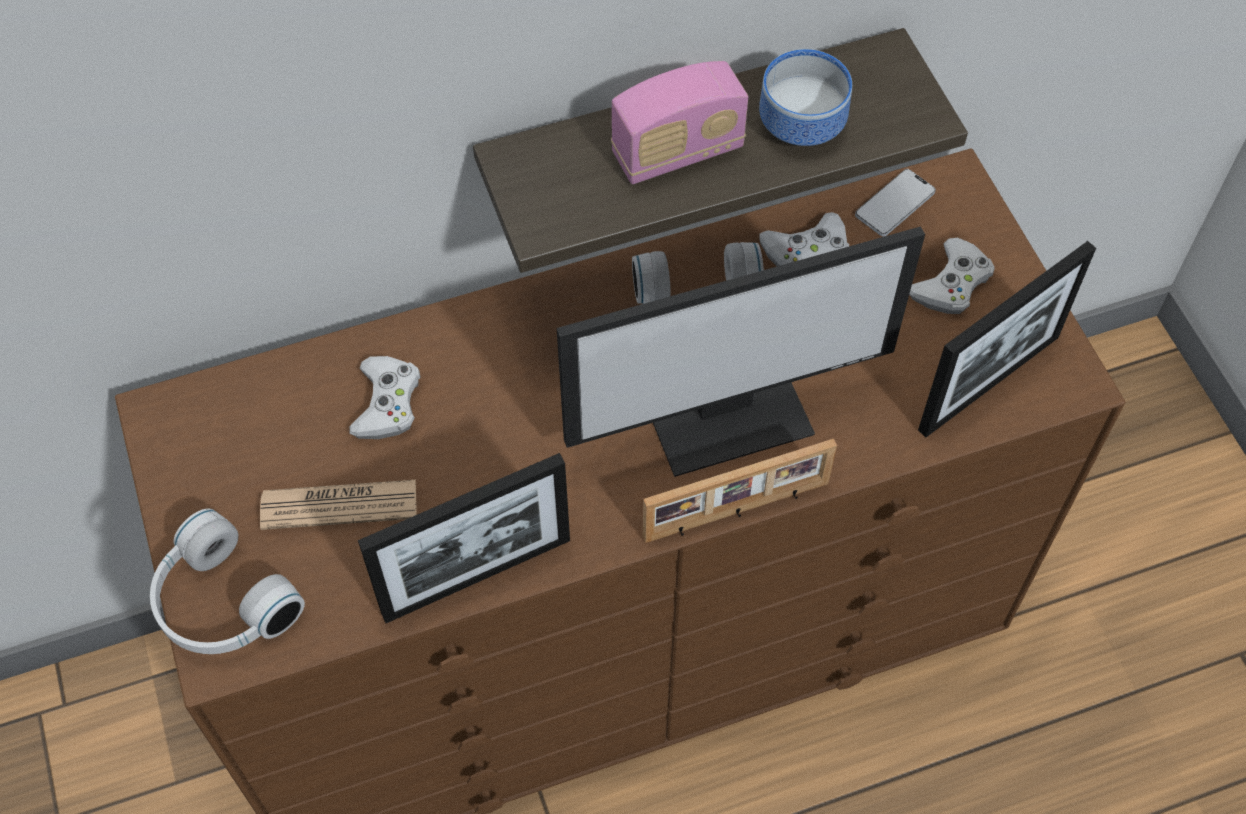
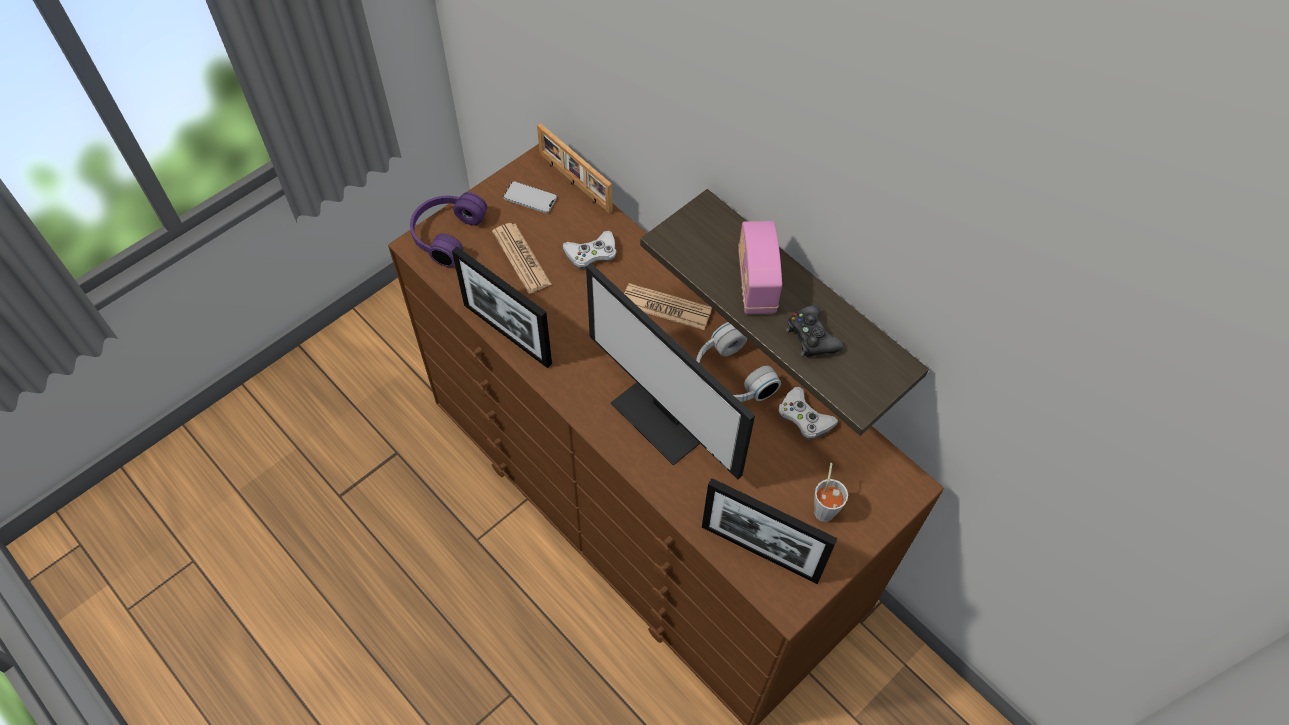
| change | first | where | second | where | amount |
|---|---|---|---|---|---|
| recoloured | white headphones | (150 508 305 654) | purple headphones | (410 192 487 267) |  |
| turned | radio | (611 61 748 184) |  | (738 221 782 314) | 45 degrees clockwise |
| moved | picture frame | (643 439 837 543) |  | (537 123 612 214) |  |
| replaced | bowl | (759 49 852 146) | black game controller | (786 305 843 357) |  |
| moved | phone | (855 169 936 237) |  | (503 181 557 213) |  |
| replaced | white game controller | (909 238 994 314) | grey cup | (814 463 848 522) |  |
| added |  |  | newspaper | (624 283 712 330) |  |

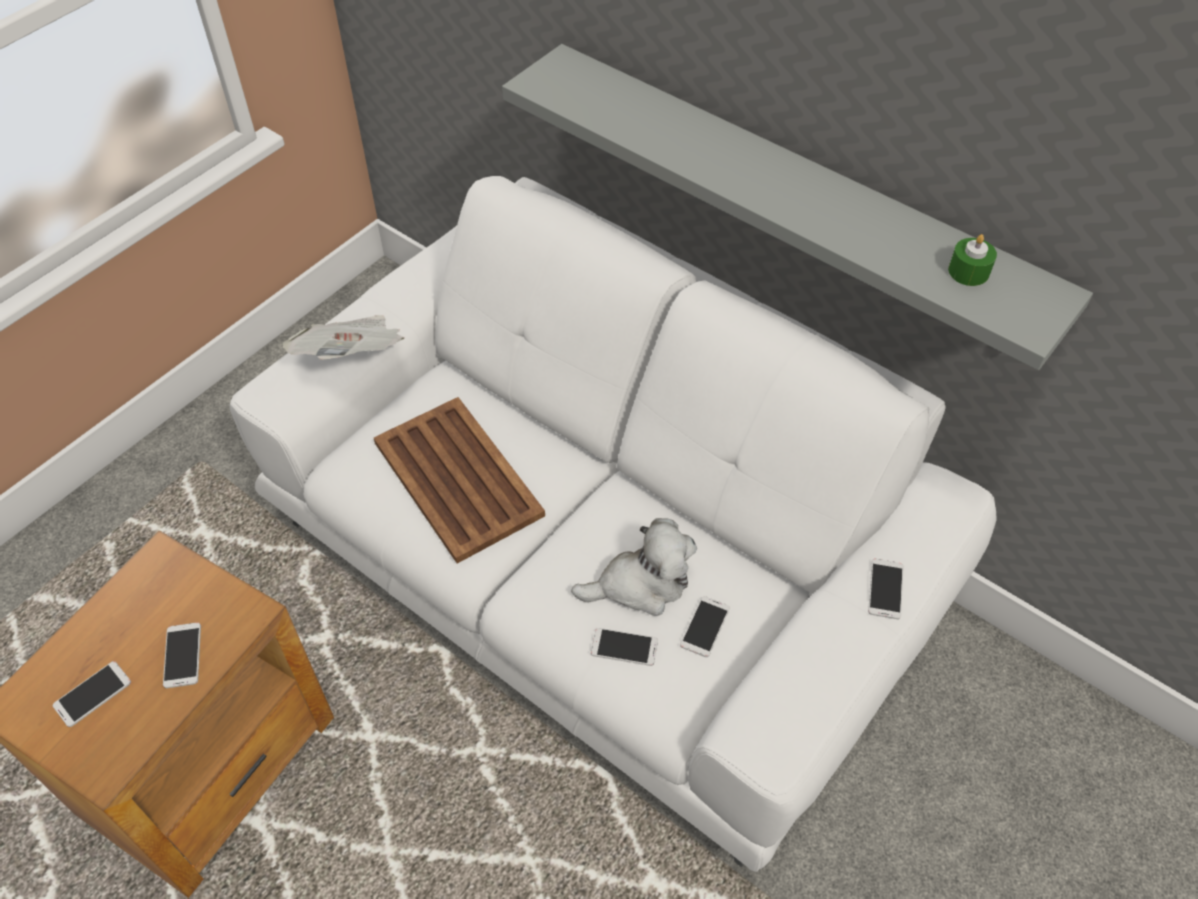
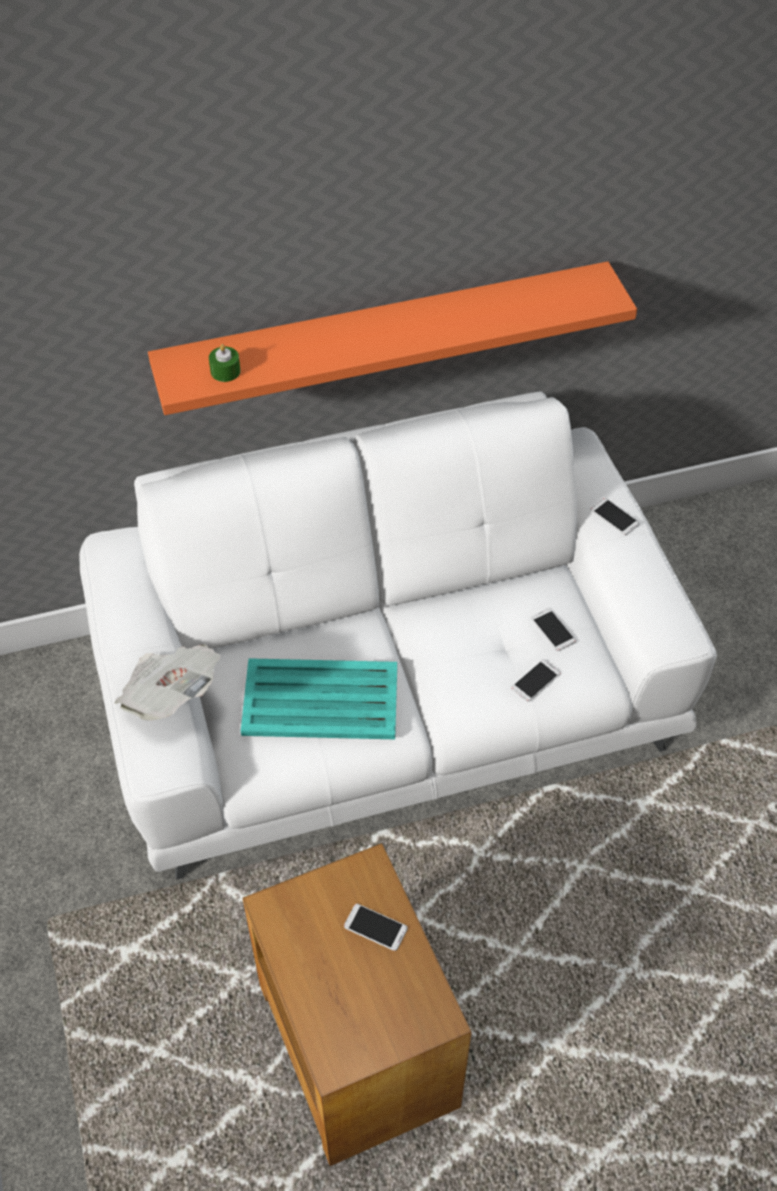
| change | first | where | second | where | amount |
|---|---|---|---|---|---|
| removed | phone | (53 661 131 727) |  |  |  |
| recoloured | brown tray | (374 397 545 563) | turquoise tray | (241 658 397 739) |  |
| recoloured | grey shelf | (502 44 1093 370) | orange shelf | (148 261 637 415) |  |
| removed | plush toy | (571 518 697 616) |  |  |  |
| moved | green candle | (948 234 997 286) |  | (209 344 241 382) |  |

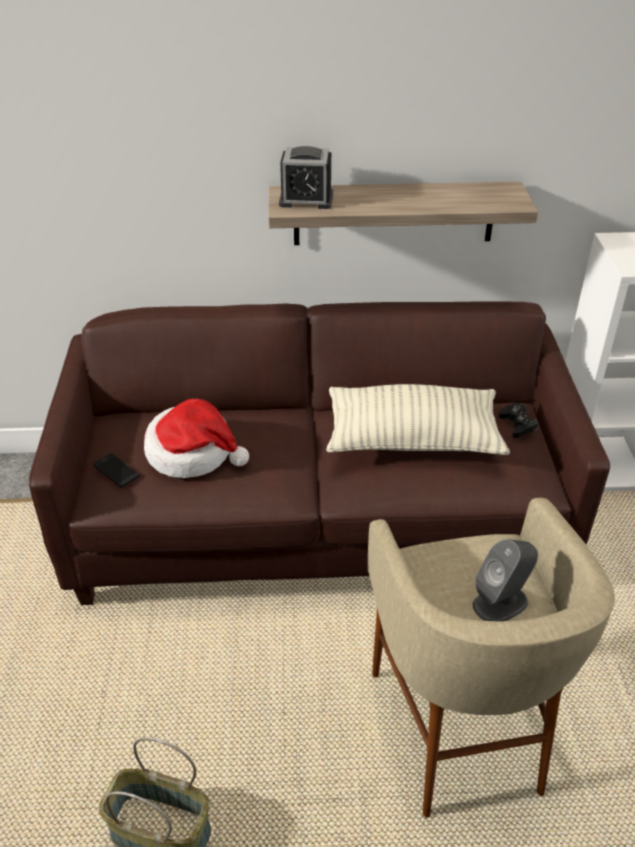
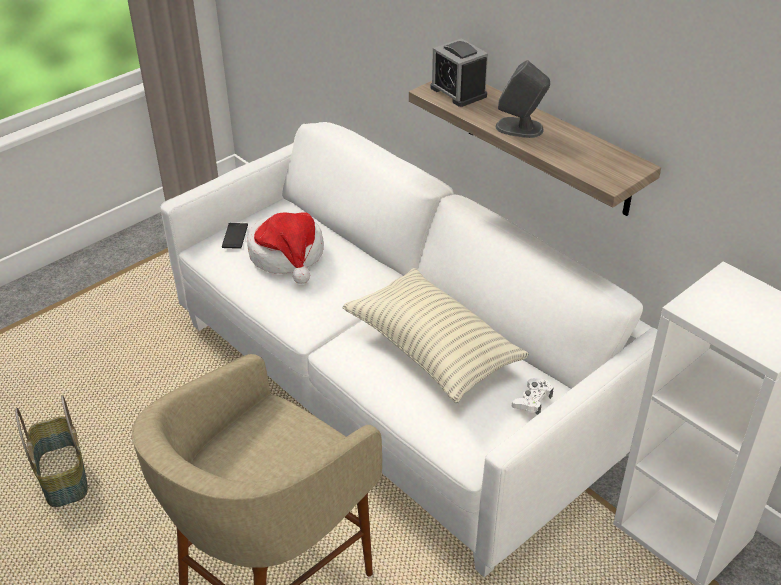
| change | first | where | second | where | amount |
|---|---|---|---|---|---|
| recoloured | brown sofa | (29 301 610 605) | white sofa | (160 122 657 577) |  |
| moved | grey speaker | (472 539 538 621) |  | (496 60 550 138) |  |
| recoloured | black game controller | (499 403 538 438) | white game controller | (512 378 553 415) |  |

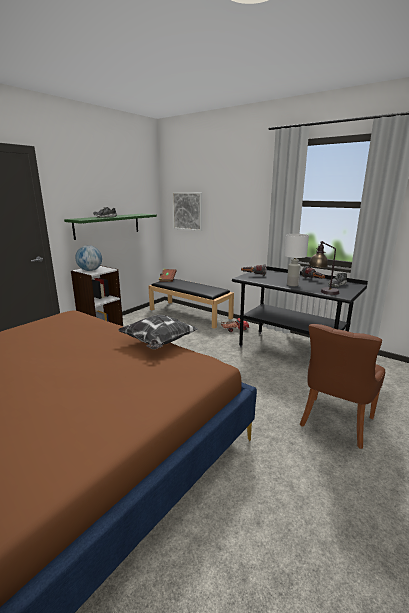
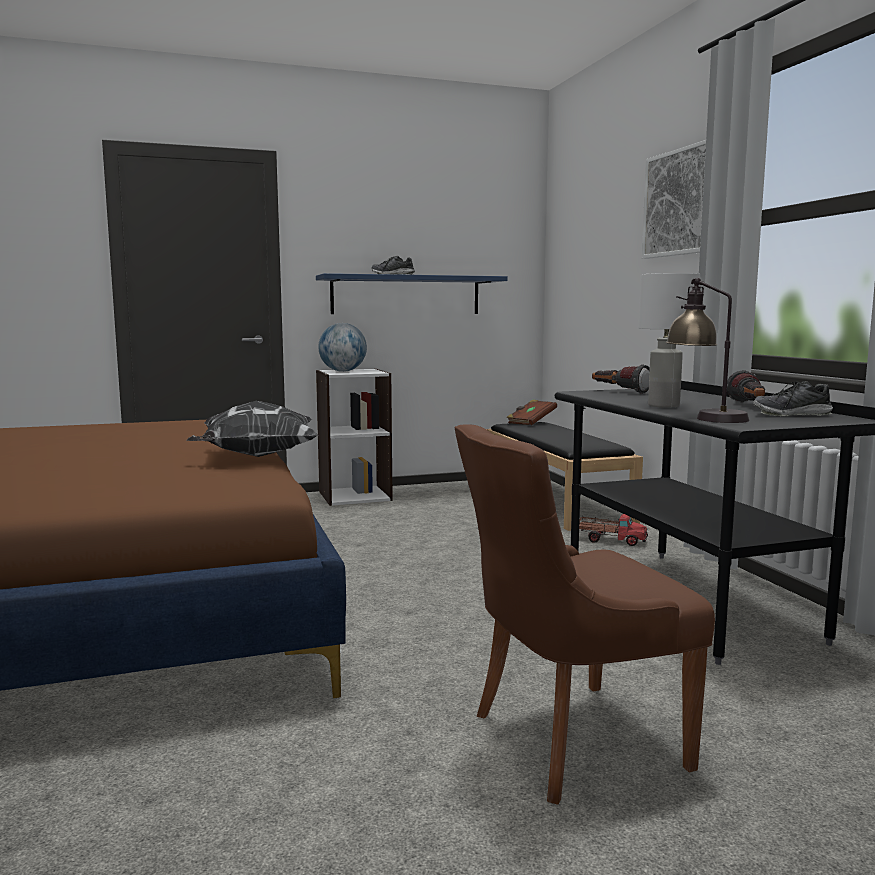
| change | first | where | second | where | amount |
|---|---|---|---|---|---|
| recoloured | green shelf | (64 214 157 240) | blue shelf | (316 273 508 314) |  |
| moved | picture | (172 192 202 231) |  | (642 140 706 259) |  |

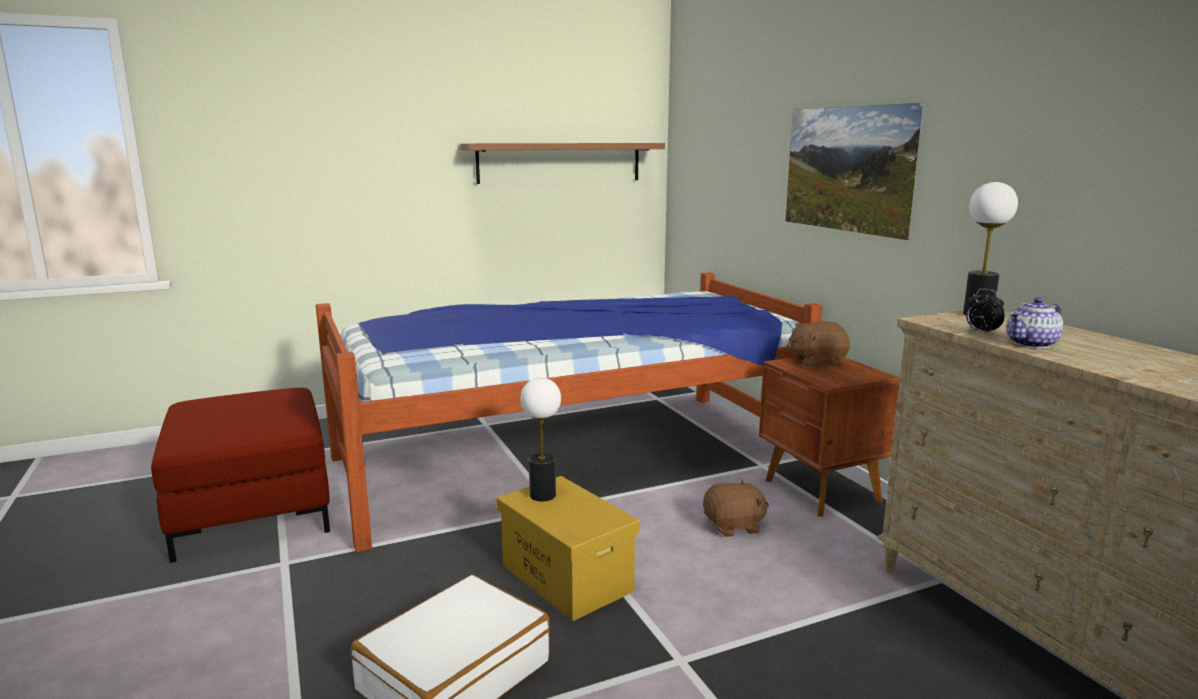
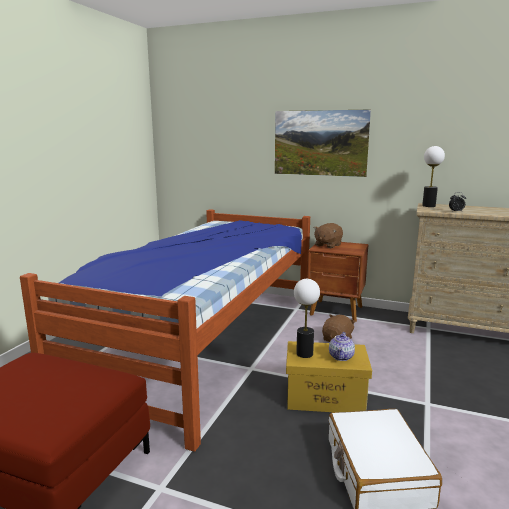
| change | first | where | second | where | amount |
|---|---|---|---|---|---|
| removed | brown shelf | (460 143 665 184) |  |  |  |
| moved | teapot | (1007 298 1063 349) |  | (329 332 355 361) |  |

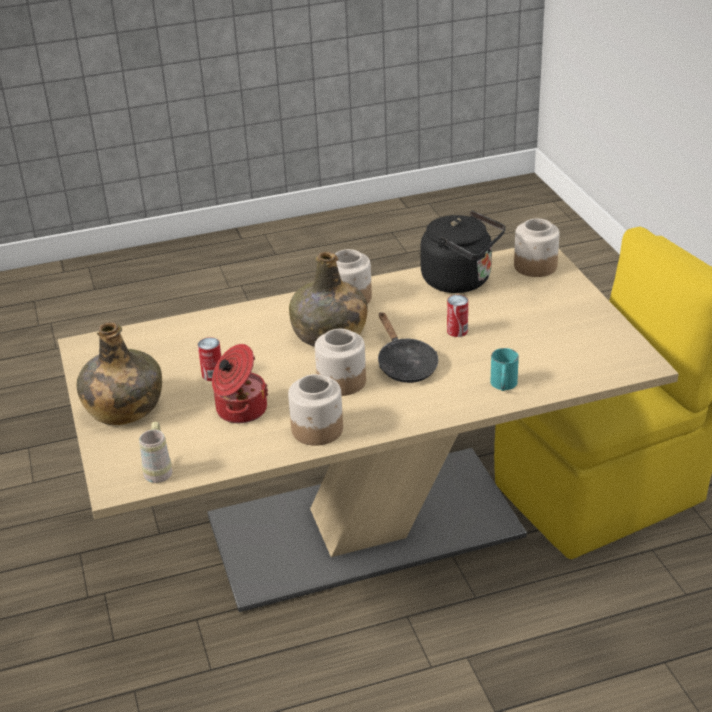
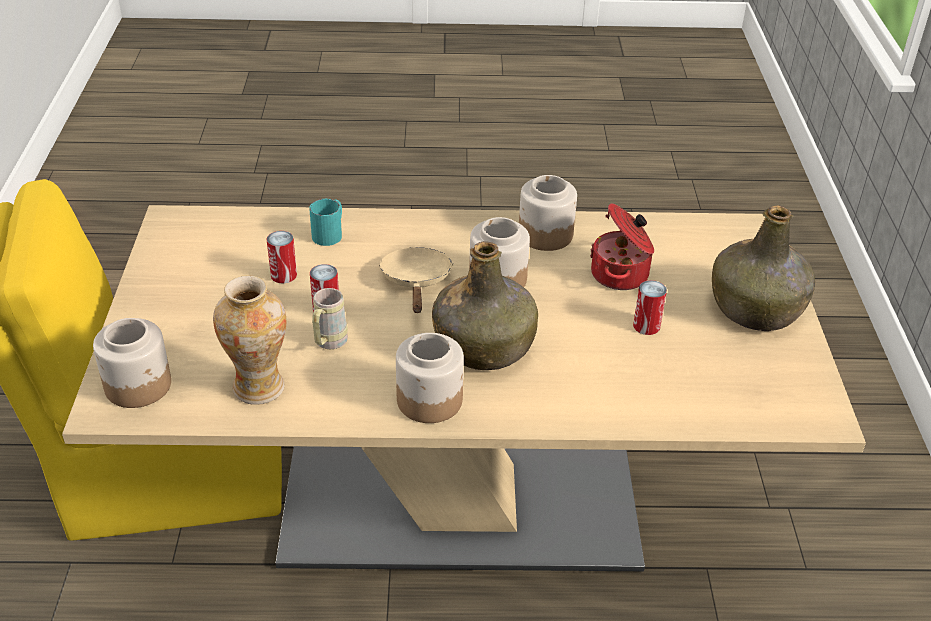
| change | first | where | second | where | amount |
|---|---|---|---|---|---|
| moved | beige mug | (139 421 172 483) |  | (312 288 348 349) |  |
| recoloured | black frying pan | (378 312 438 383) | beige frying pan | (378 247 453 313) |  |
| replaced | black kettle | (420 211 506 293) | vase | (213 275 286 405) |  |
| added |  |  | can | (267 231 297 283) |  |

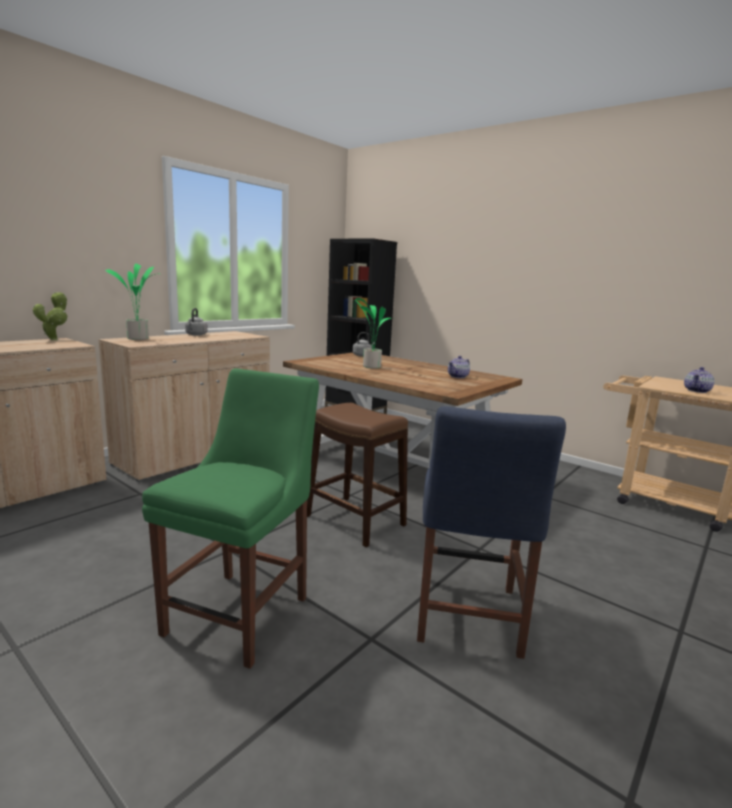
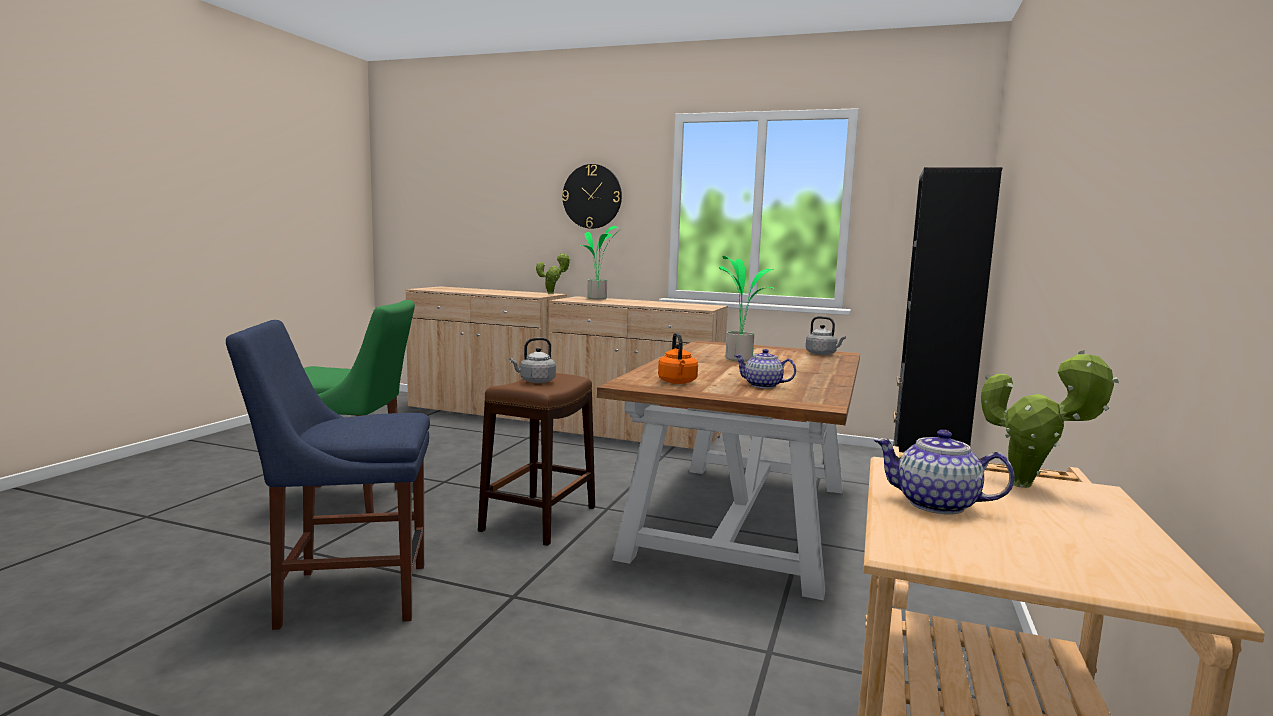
| change | first | where | second | where | amount |
|---|---|---|---|---|---|
| moved | grey kettle | (185 308 208 336) |  | (510 338 556 383) |  |
| added |  |  | wall clock | (562 164 622 229) |  |
| added |  |  | orange kettle | (658 332 698 384) |  |
| added |  |  | potted plant | (981 350 1119 488) |  |

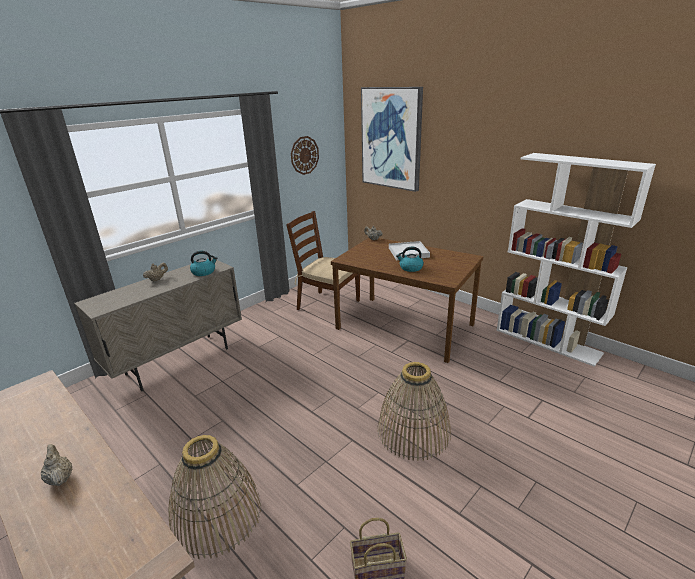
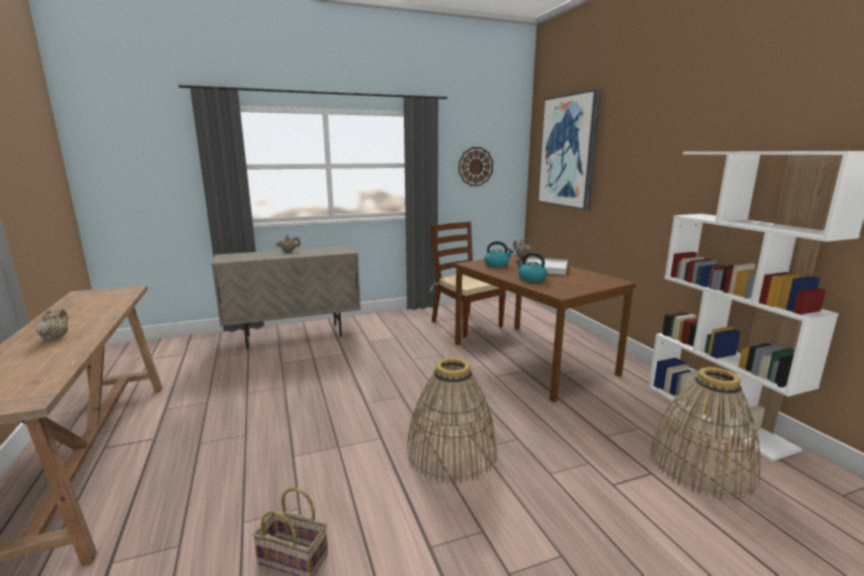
| change | first | where | second | where | amount |
|---|---|---|---|---|---|
| moved | basket | (169 435 261 559) |  | (650 367 761 499) |  |
| moved | kettle | (190 251 218 276) |  | (484 241 514 267) |  |

